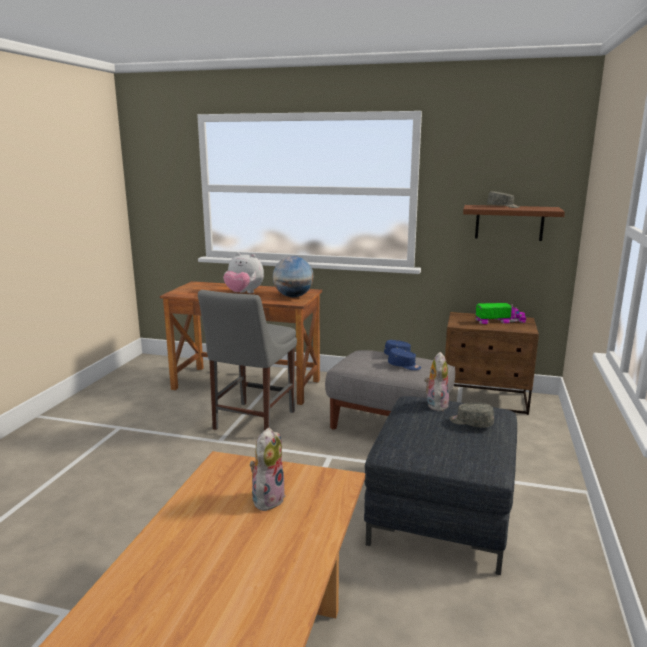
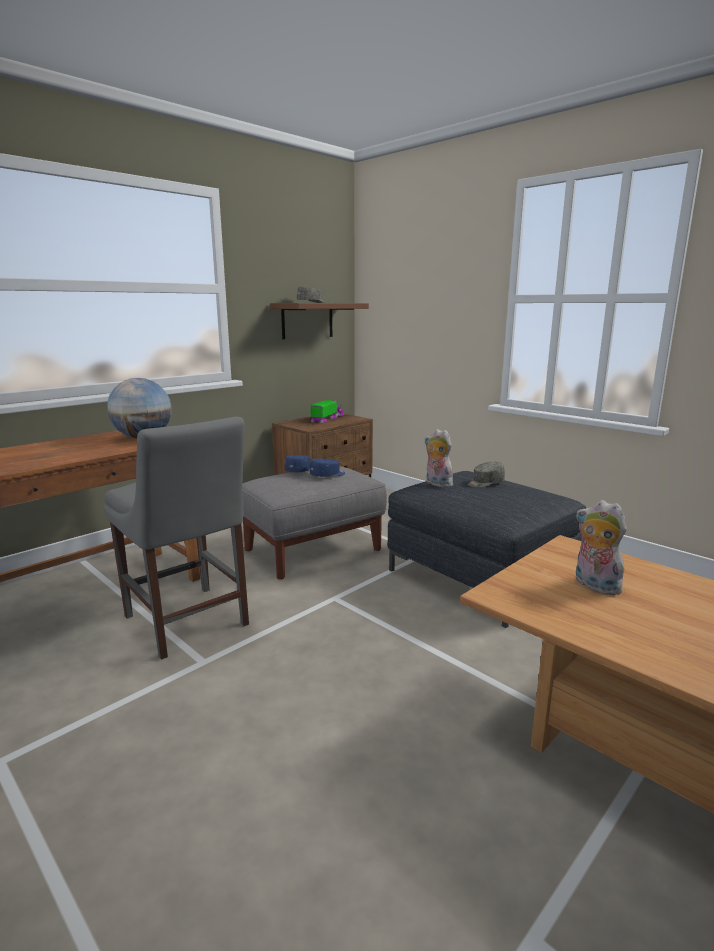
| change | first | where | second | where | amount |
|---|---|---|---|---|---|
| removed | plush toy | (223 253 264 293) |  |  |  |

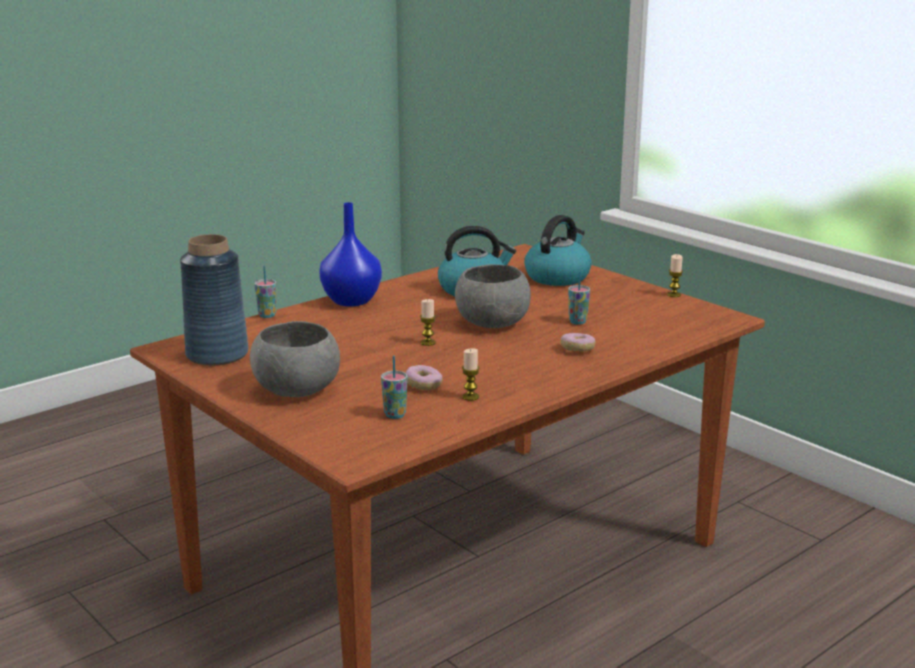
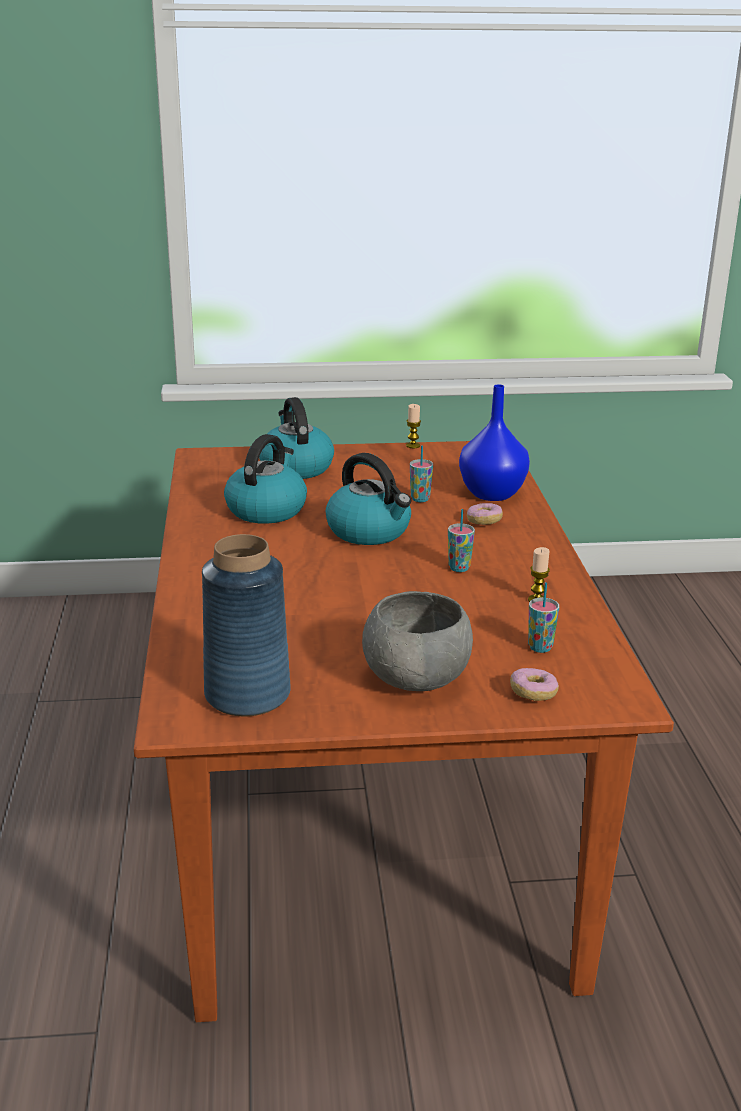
| change | first | where | second | where | amount |
|---|---|---|---|---|---|
| moved | cup | (254 266 276 318) |  | (448 509 475 572) |  |
| moved | blue vase | (319 202 382 307) |  | (459 384 530 501) |  |
| moved | donut | (405 365 443 390) |  | (510 668 559 701) |  |
| removed | candle | (420 299 436 346) |  |  |  |
| replaced | grey bowl | (455 264 531 328) | kettle | (326 453 411 545) |  |

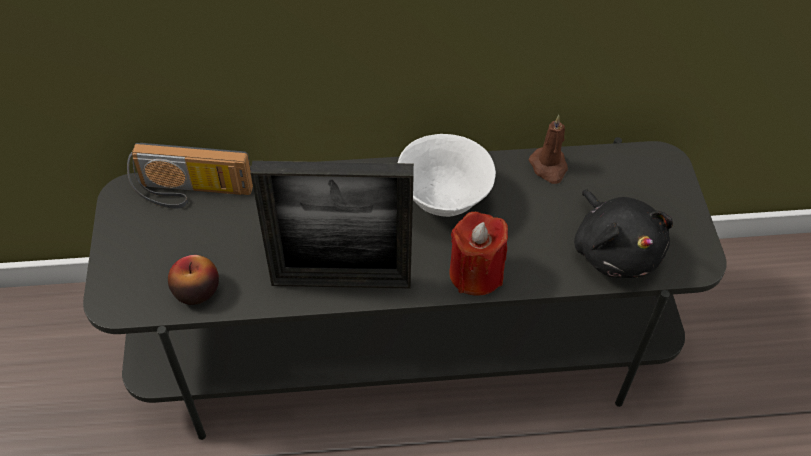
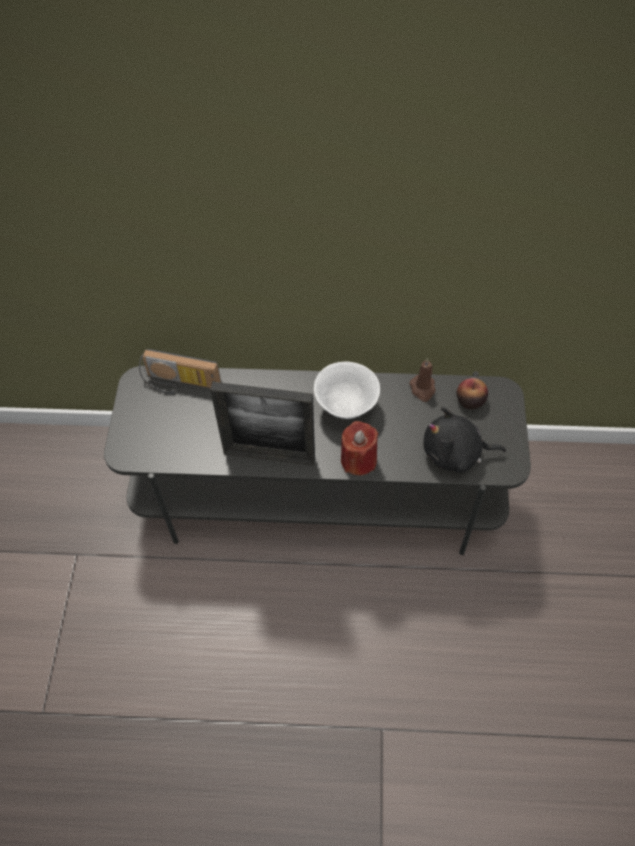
| change | first | where | second | where | amount |
|---|---|---|---|---|---|
| moved | apple | (168 255 219 305) |  | (456 378 488 409) |  |
| turned | black plush toy | (574 189 673 278) |  | (423 407 506 473) | 105 degrees clockwise |

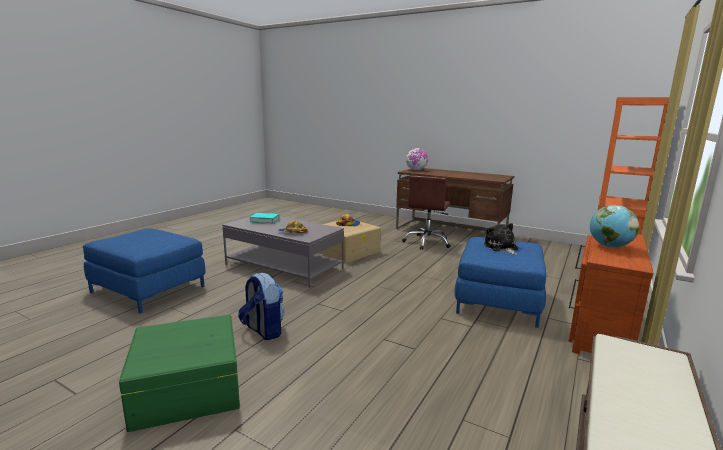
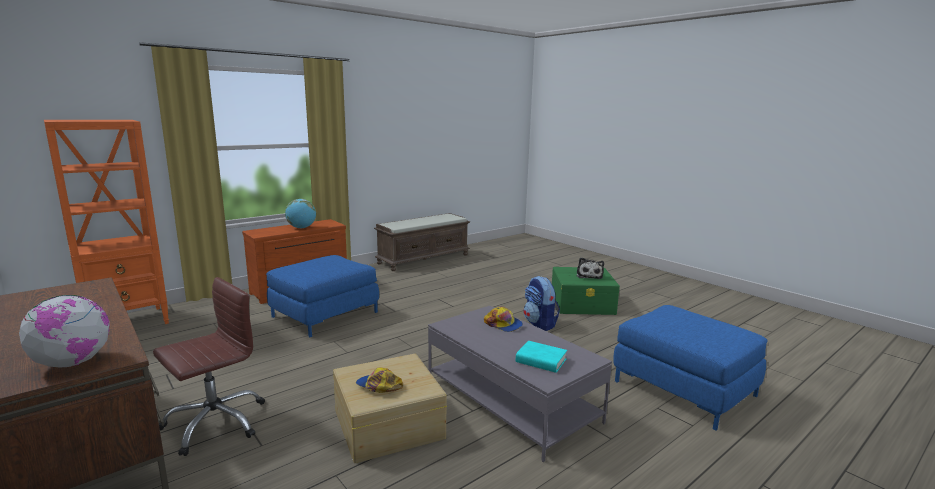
| change | first | where | second | where | amount |
|---|---|---|---|---|---|
| moved | plush toy | (484 223 518 255) |  | (577 257 604 279) |  |

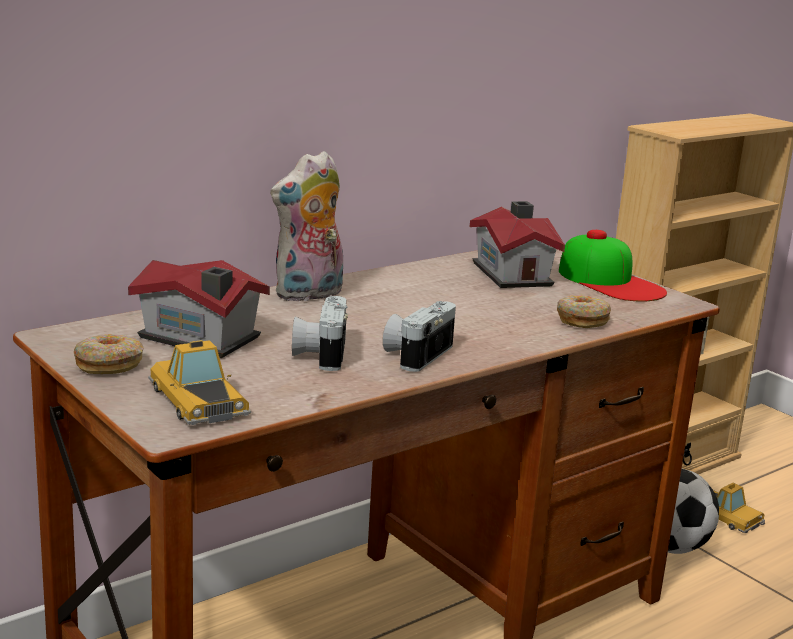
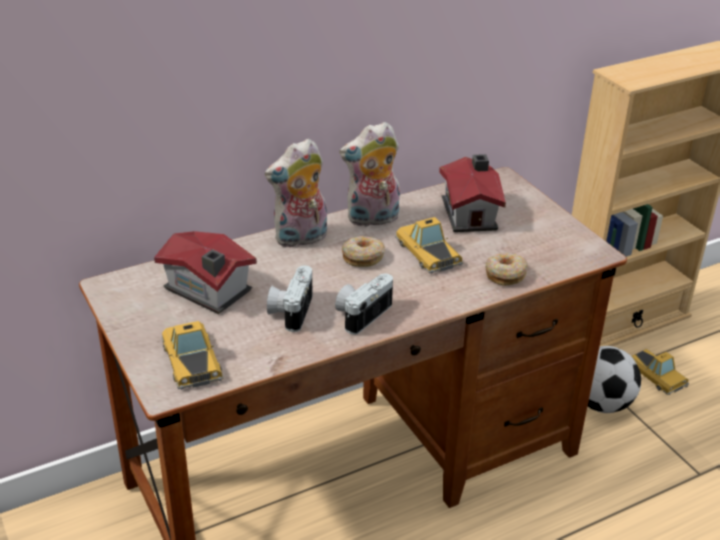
| change | first | where | second | where | amount |
|---|---|---|---|---|---|
| moved | donut | (74 334 144 374) |  | (342 236 385 267) |  |
| removed | cap | (559 230 667 302) |  |  |  |
| added |  |  | plush toy | (339 122 400 227) |  |
| added |  |  | toy car | (395 217 463 274) |  |

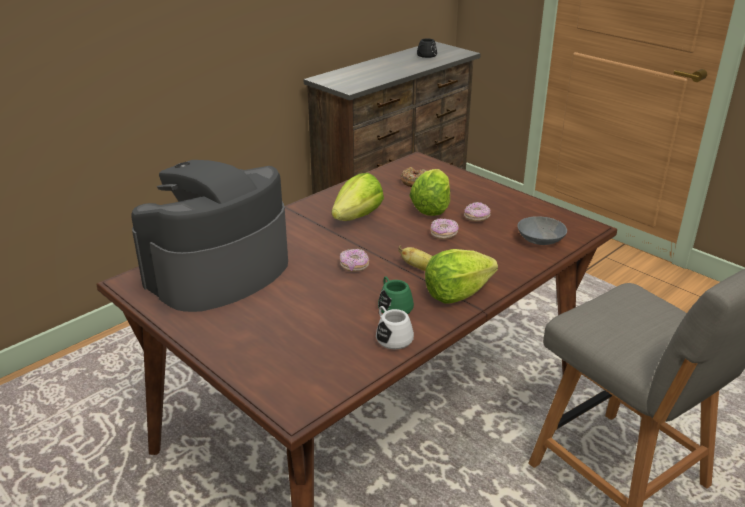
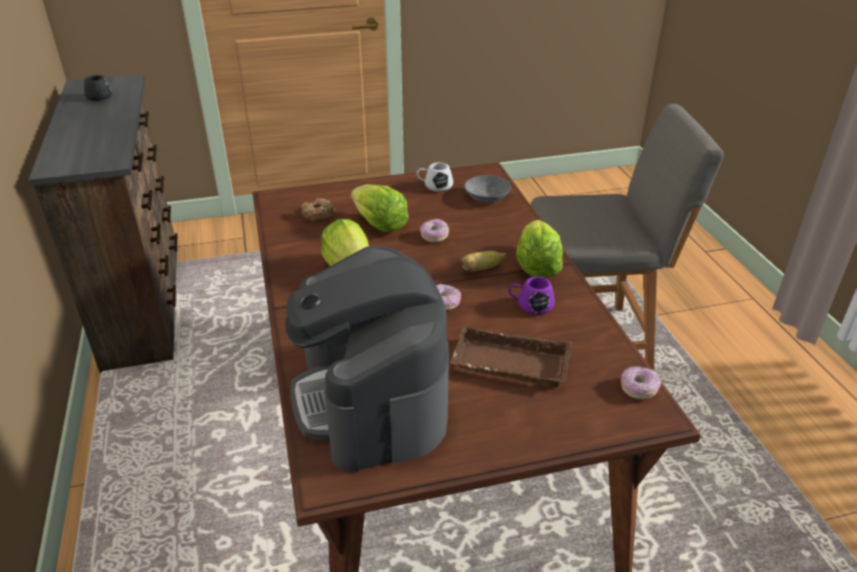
| change | first | where | second | where | amount |
|---|---|---|---|---|---|
| moved | white mug | (376 306 414 350) |  | (417 162 453 191) |  |
| recoloured | green mug | (378 276 414 314) | purple mug | (508 276 555 315) |  |
| moved | donut | (464 202 491 221) |  | (621 366 661 399) |  |
| added |  |  | brown tray | (450 326 572 387) |  |

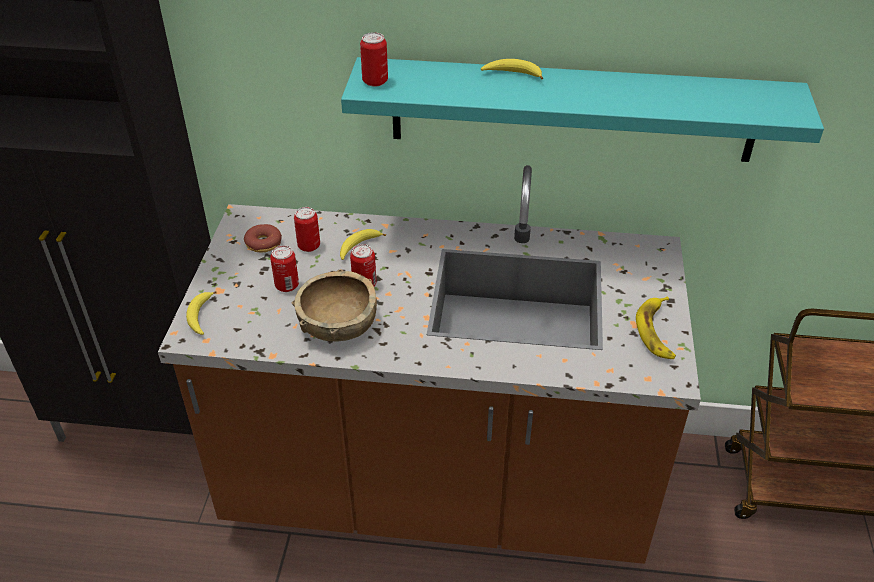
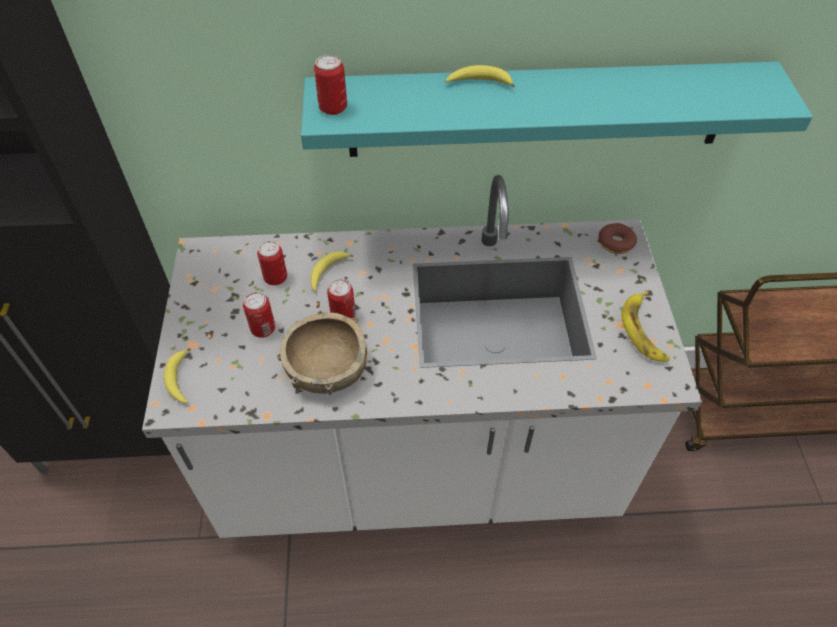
| change | first | where | second | where | amount |
|---|---|---|---|---|---|
| recoloured | brown counter | (158 165 701 564) | white counter | (142 175 702 538) |  |
| moved | donut | (244 224 282 253) |  | (598 223 637 254) |  |

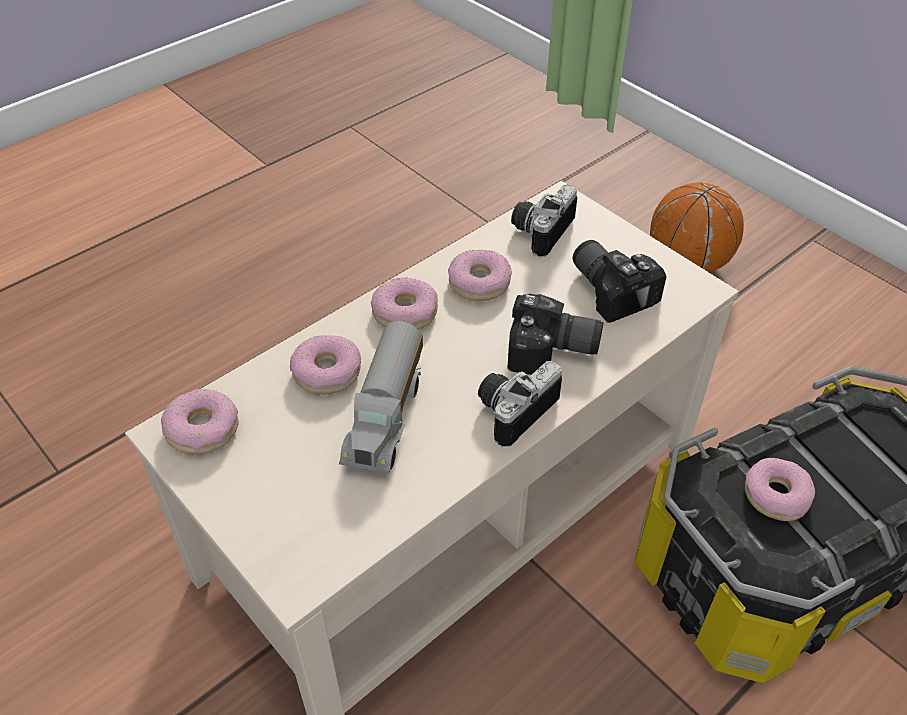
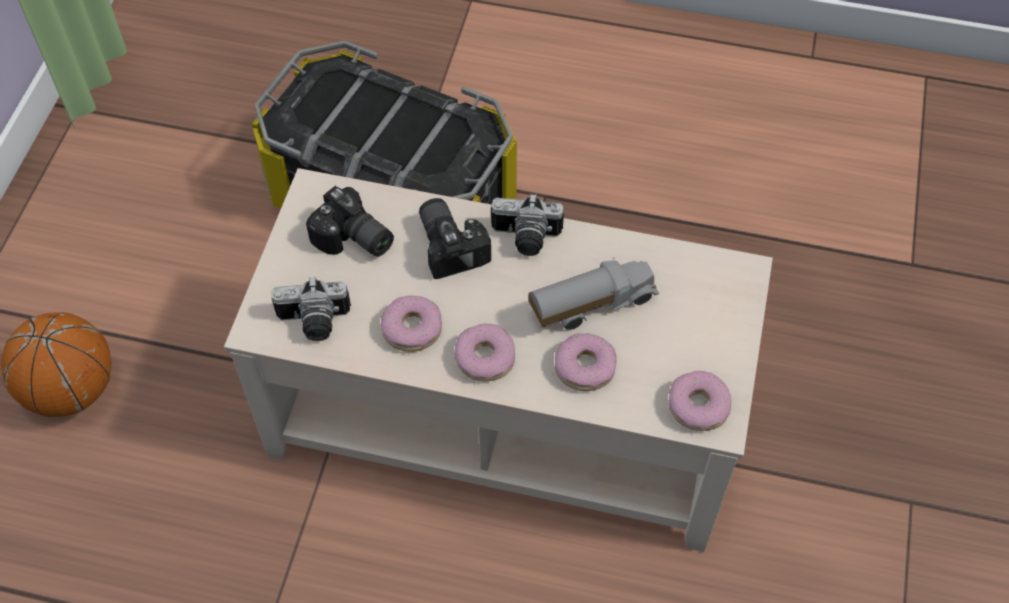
| change | first | where | second | where | amount |
|---|---|---|---|---|---|
| turned | photo camera | (573 240 667 323) |  | (306 185 394 257) | 75 degrees counterclockwise |
| removed | donut | (745 458 815 521) |  |  |  |

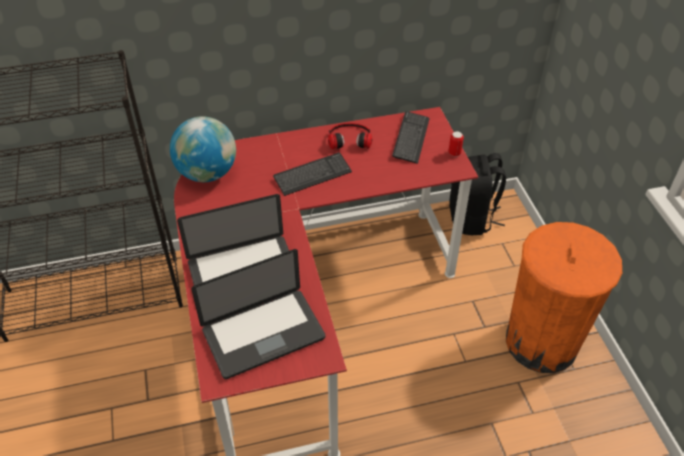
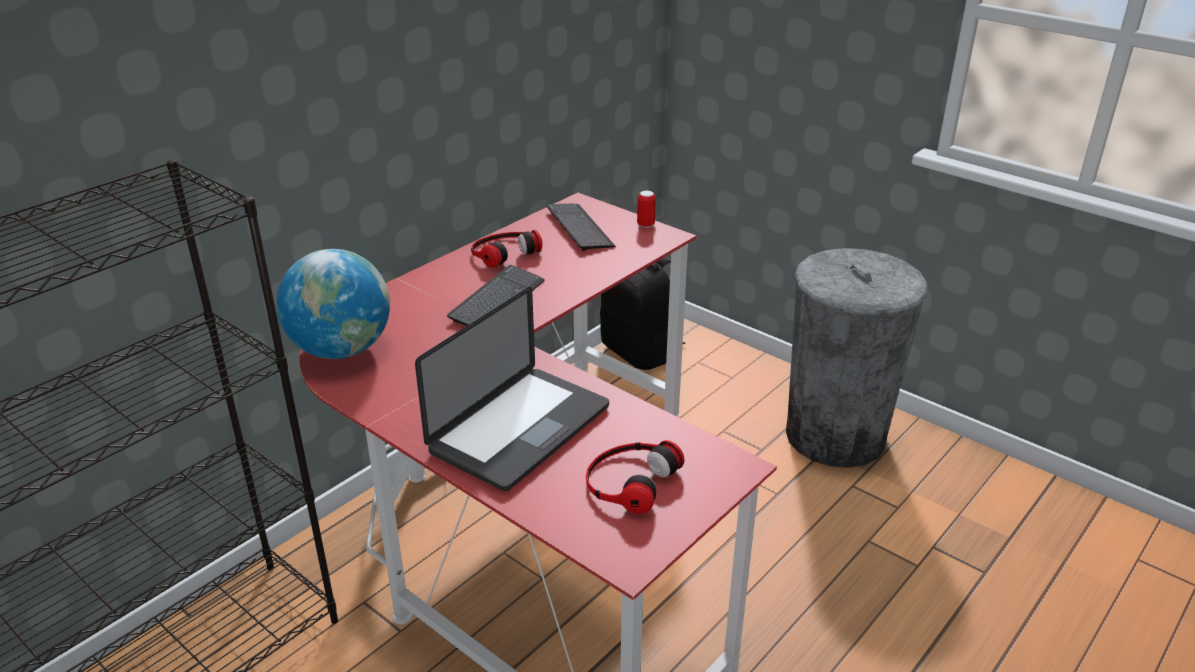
| change | first | where | second | where | amount |
|---|---|---|---|---|---|
| replaced | laptop | (191 249 326 379) | headphones | (586 440 684 514) |  |
| recoloured | orange trash can | (506 222 622 373) | grey trash can | (786 248 928 468) |  |

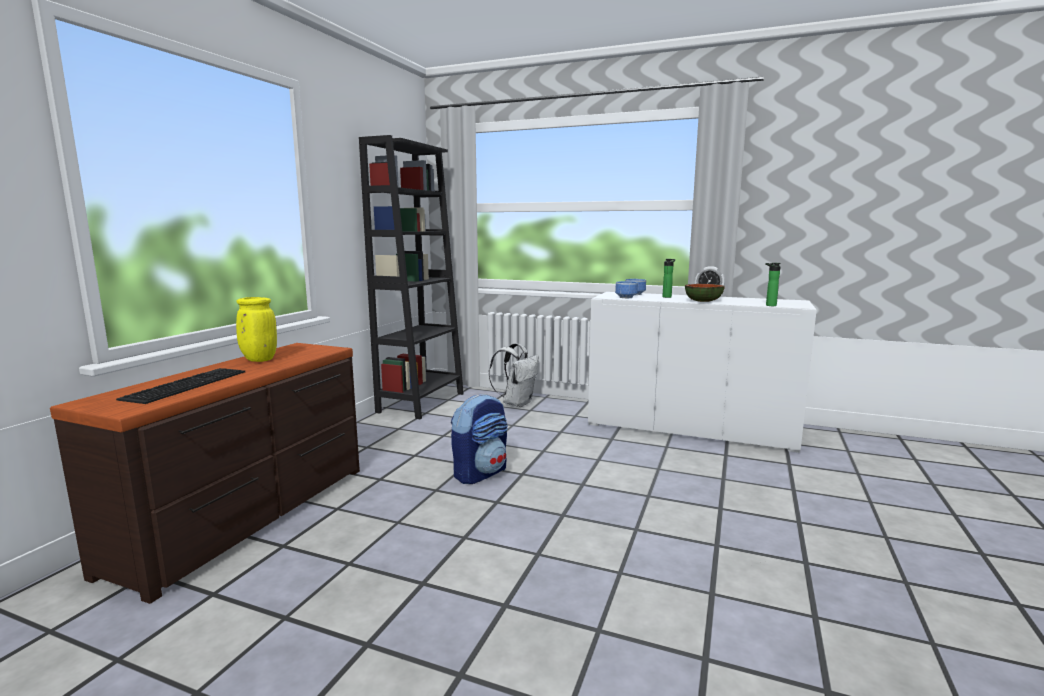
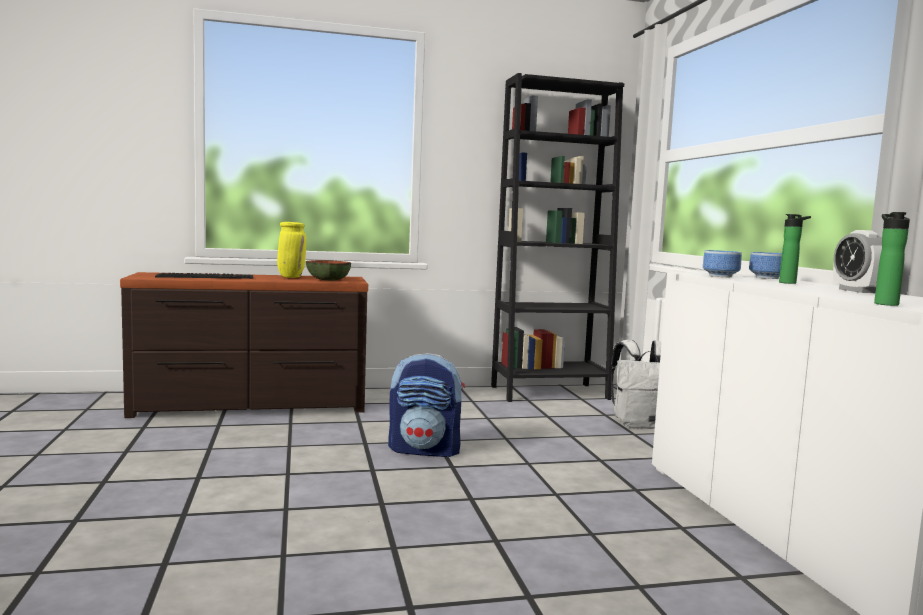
| change | first | where | second | where | amount |
|---|---|---|---|---|---|
| moved | bowl | (685 284 725 302) |  | (306 260 351 281) |  |

